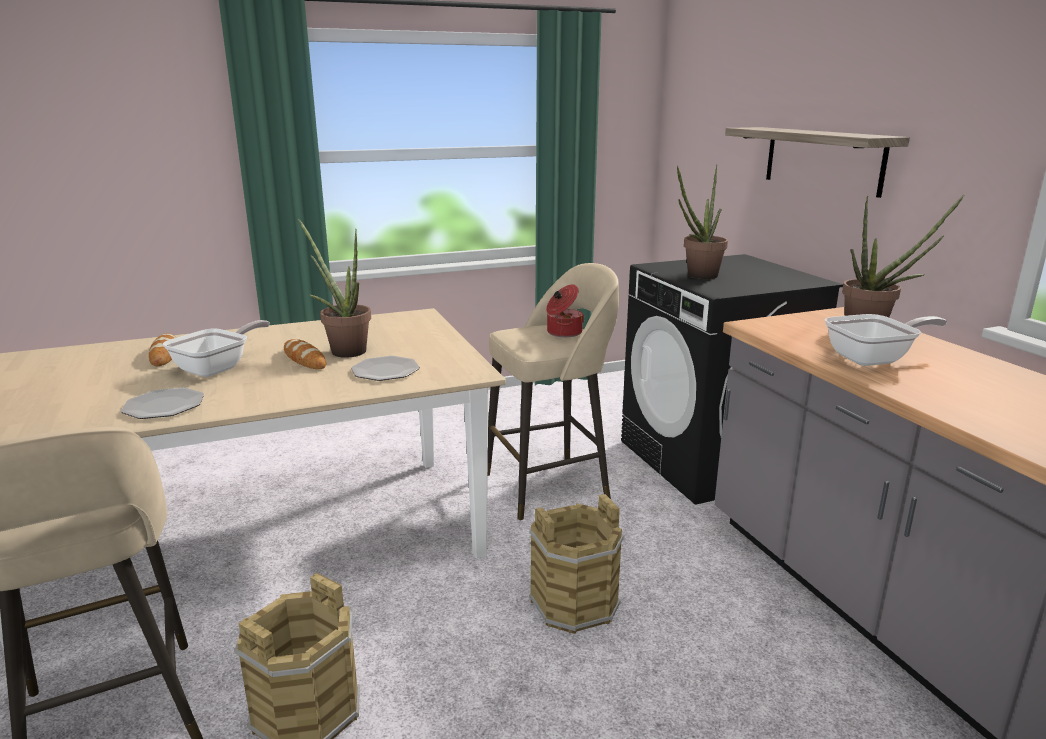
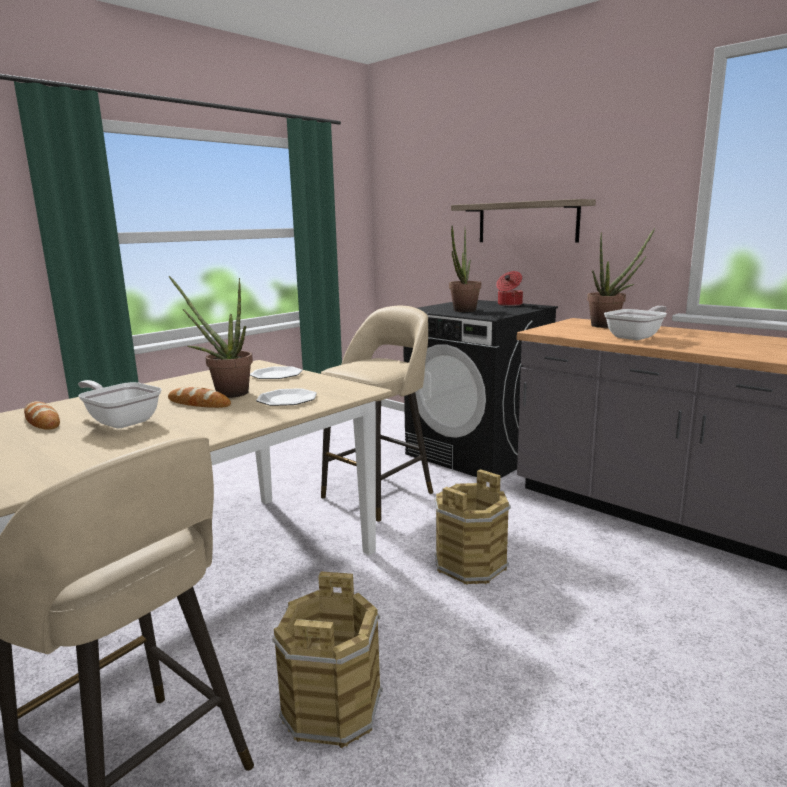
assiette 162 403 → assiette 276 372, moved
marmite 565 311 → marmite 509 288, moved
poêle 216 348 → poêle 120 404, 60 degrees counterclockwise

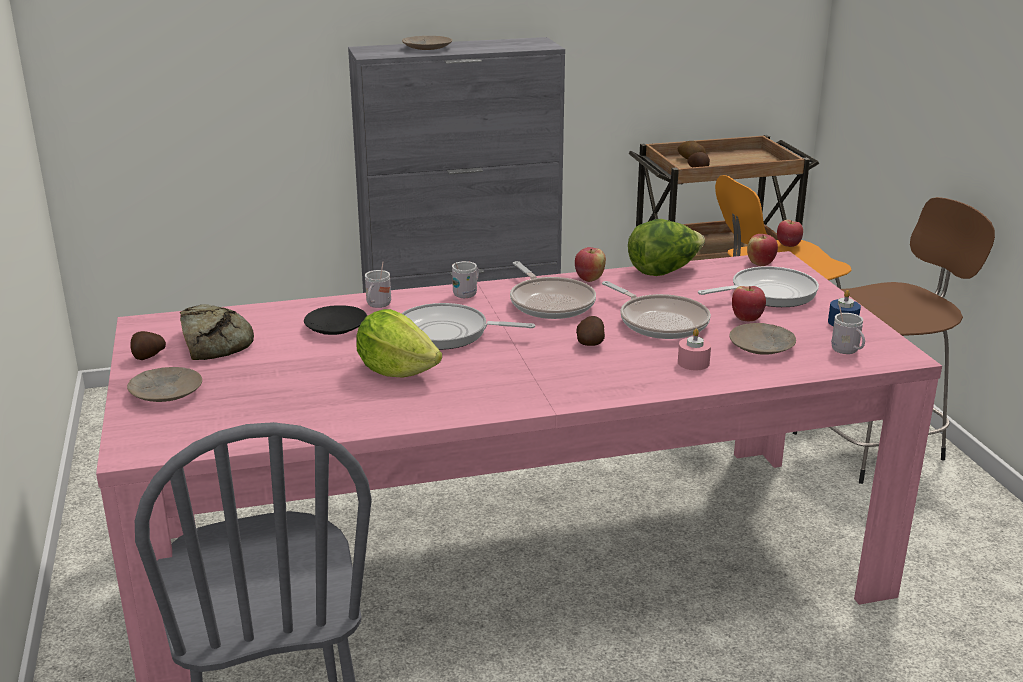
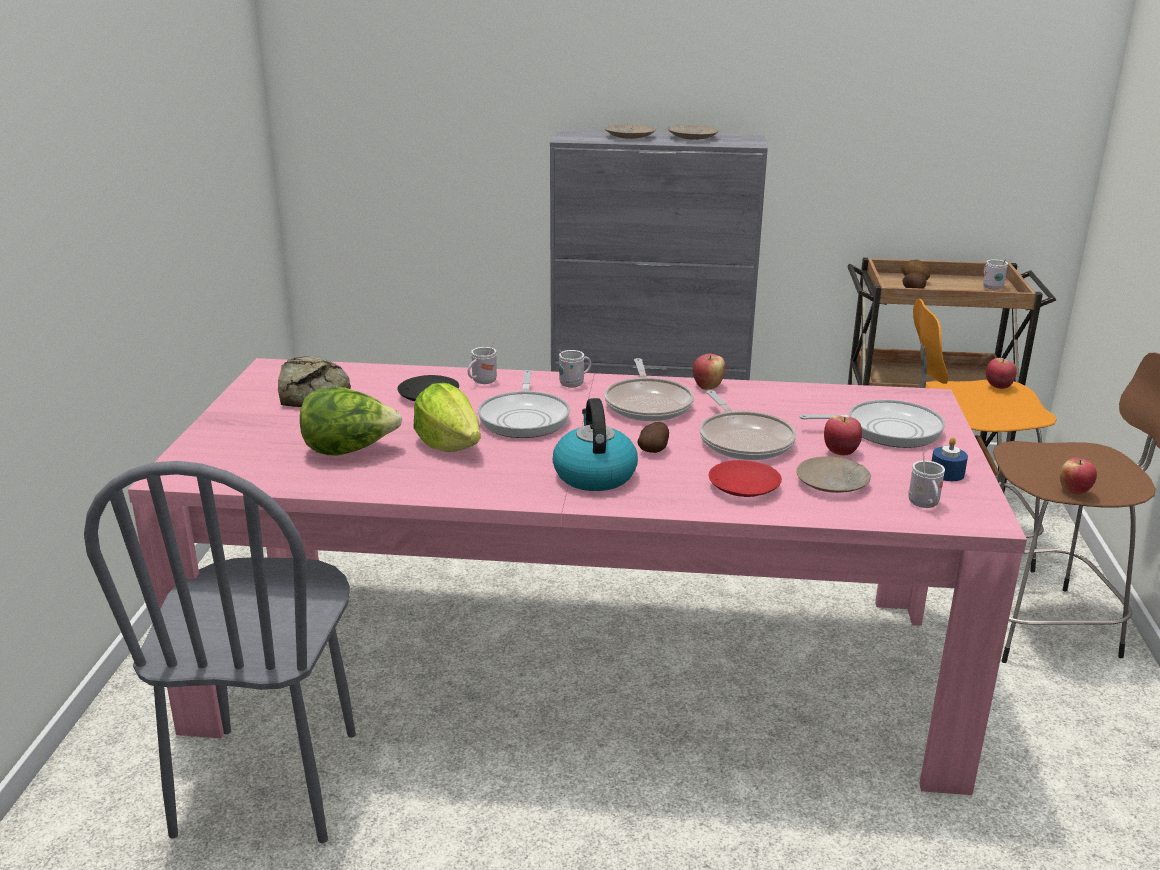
pomme de terre 148 345 → -
- → bouilloire 595 444
- → mug (blanc) 995 274
assiette (beige) 164 384 → assiette (beige) 693 132, moved
laitue 666 247 → laitue 351 421, moved
pomme 762 250 → pomme 1078 476, moved
bougie (rose) 694 349 → assiette (rouge) 745 478
poêle 468 326 → poêle 524 404, 120 degrees counterclockwise

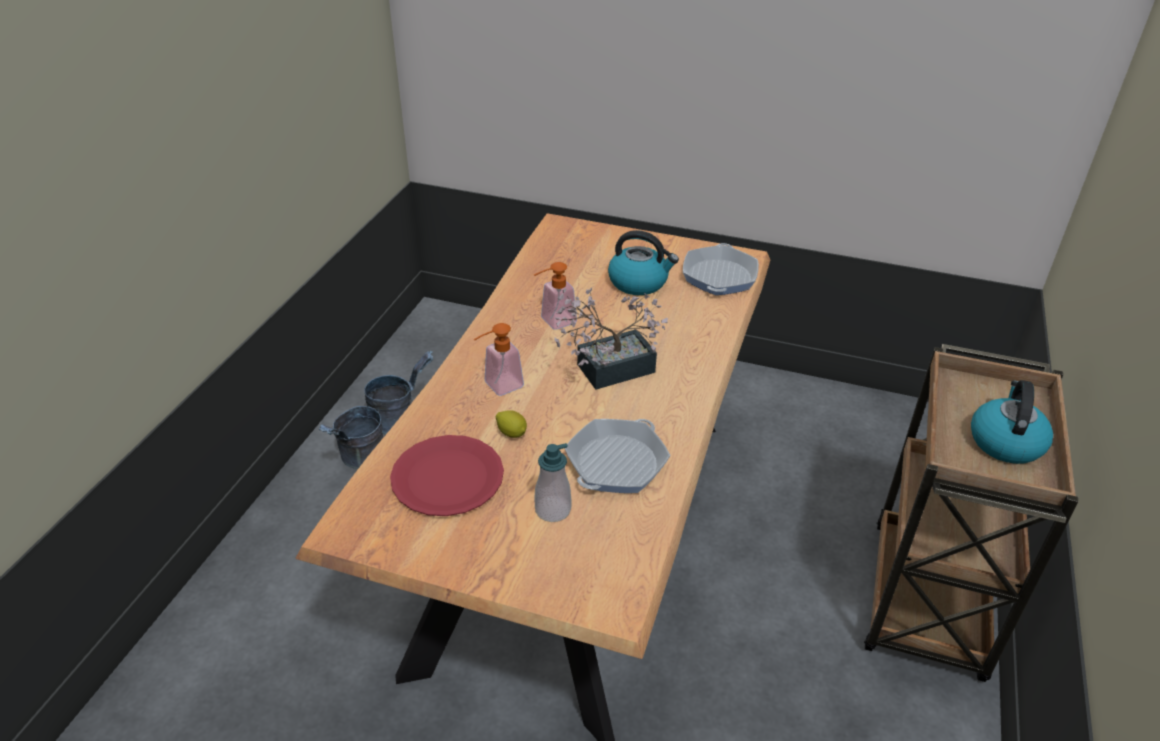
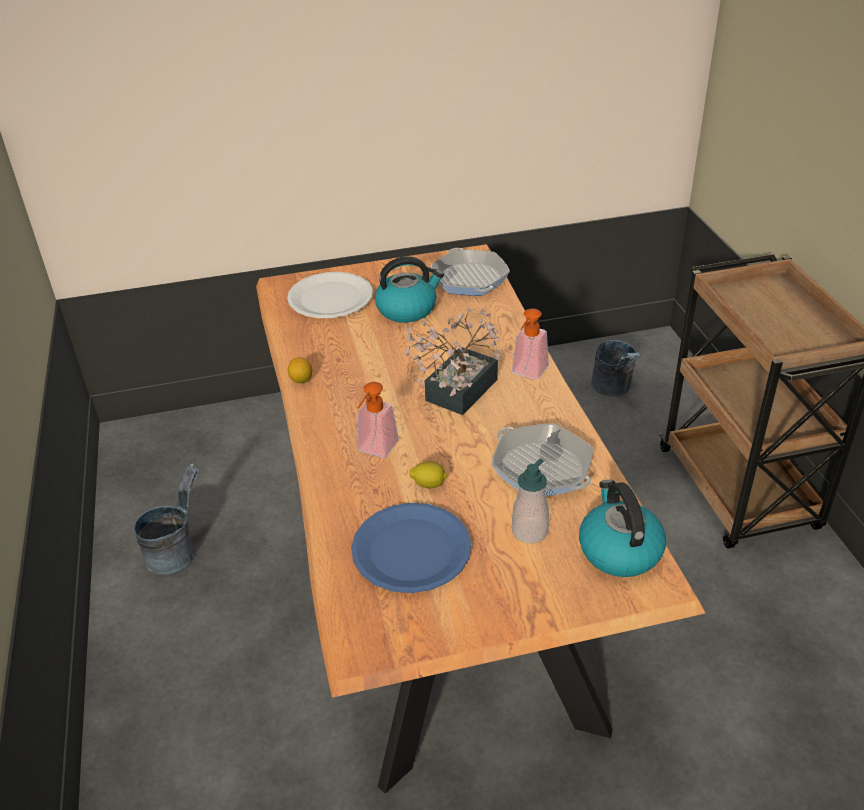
- → assiette (blanc) 330 295
- → citron 300 370
seau (gris) 351 437 → seau (gris) 616 368, moved
distributeur de savon 555 296 → distributeur de savon 530 343, moved
bouilloire 1012 422 → bouilloire 622 528, moved
assiette (rouge) 447 475 → assiette (bleu) 411 548
poêle 618 456 → poêle 542 459, 45 degrees counterclockwise

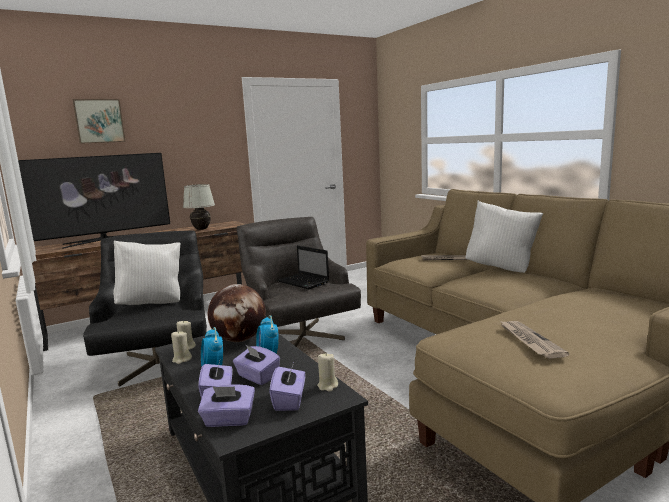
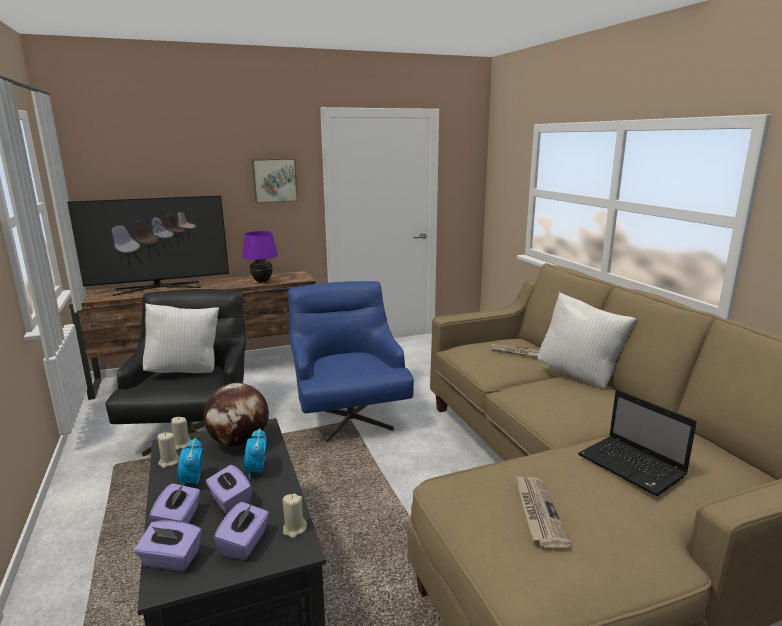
tableau 99 121 → tableau 275 180, moved
ordinateur portable 303 267 → ordinateur portable 637 443, moved
lampe de table (blanc) 199 207 → lampe de table (violet) 260 256
fauteuil (gris) 299 282 → fauteuil (bleu) 351 361

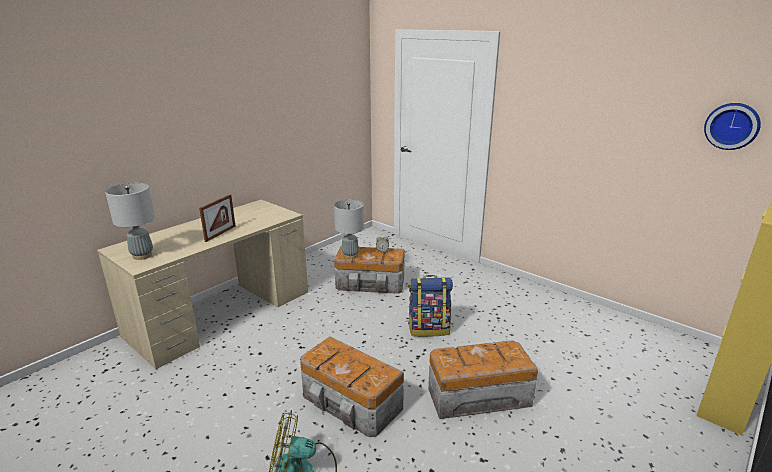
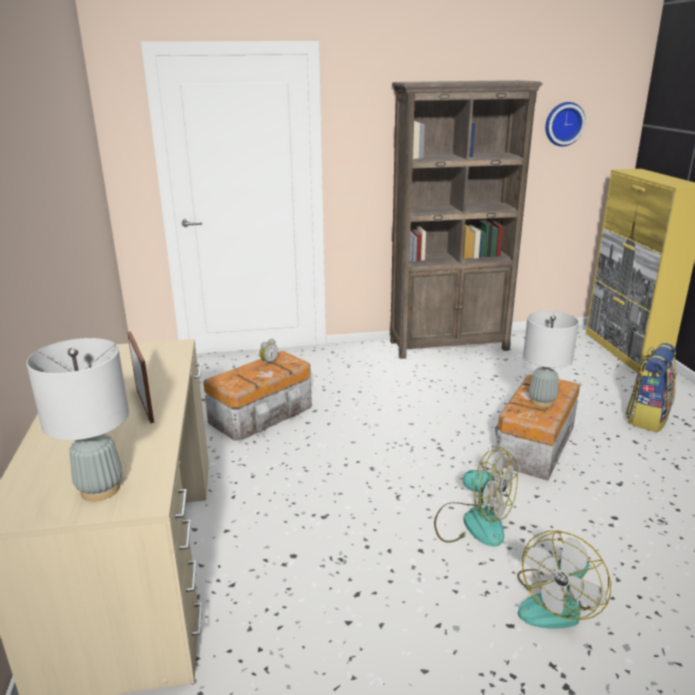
- → bibliothèque (marron) 466 219
lampe de table (gris) 349 229 → lampe de table (gris) 551 359, moved
sac à dos 430 306 → sac à dos 650 387, moved
boîte de rangement 352 386 → ventilateur 476 497

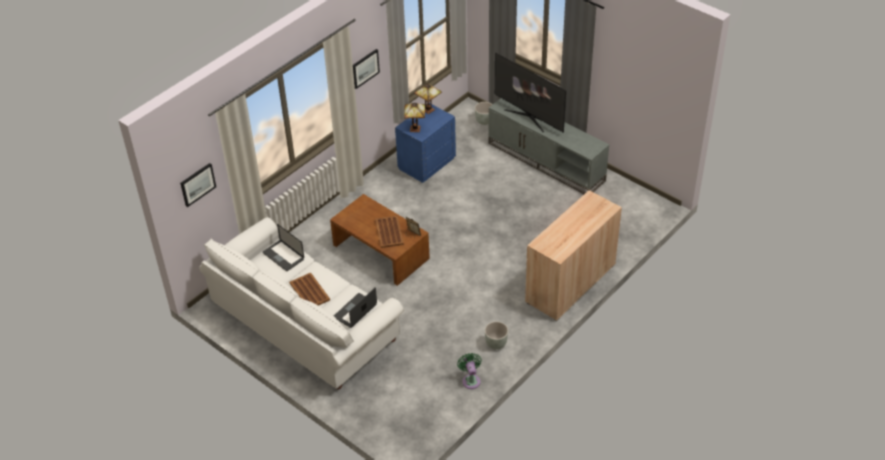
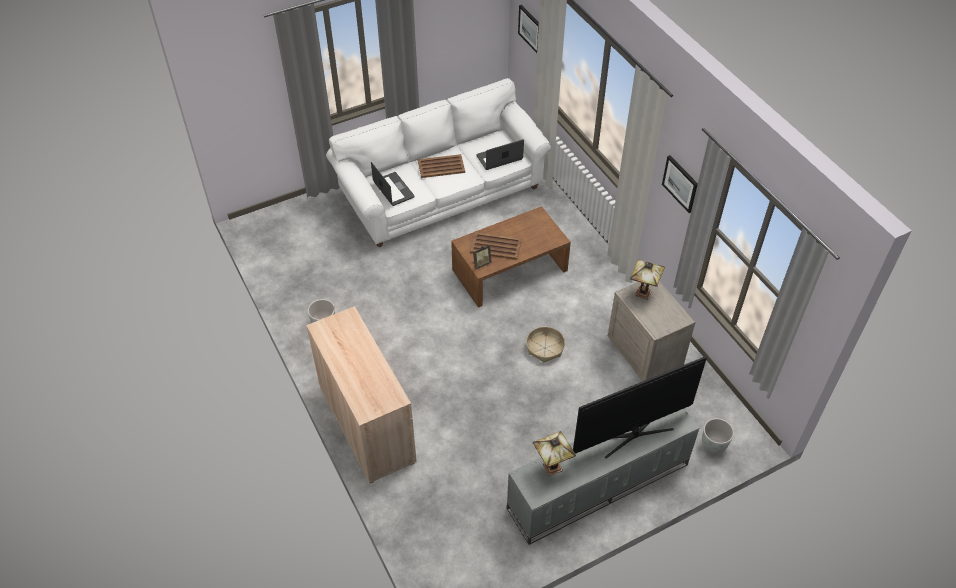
ventilateur (vert) 469 371 → -
- → panier 545 344
lampe de table 428 99 → lampe de table 554 453, moved
table de chevet (bleu) 425 143 → table de chevet (beige) 651 331

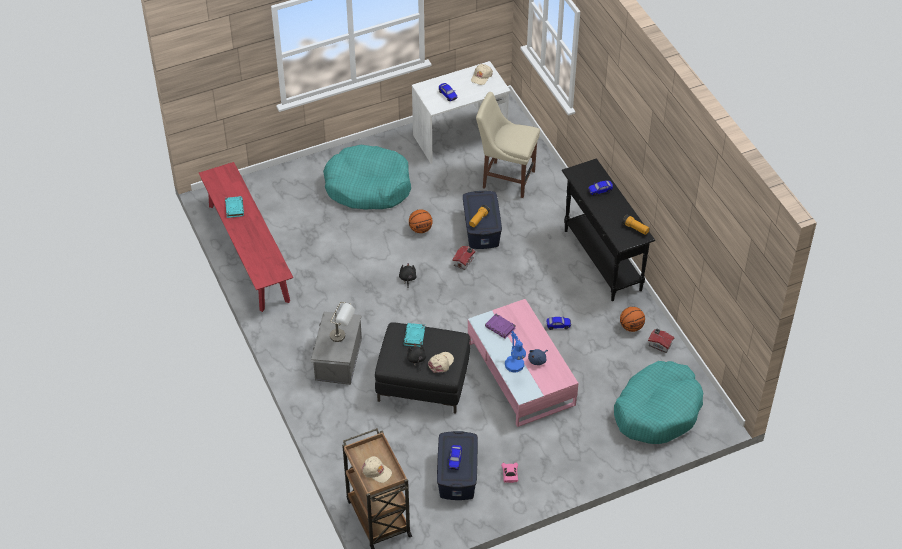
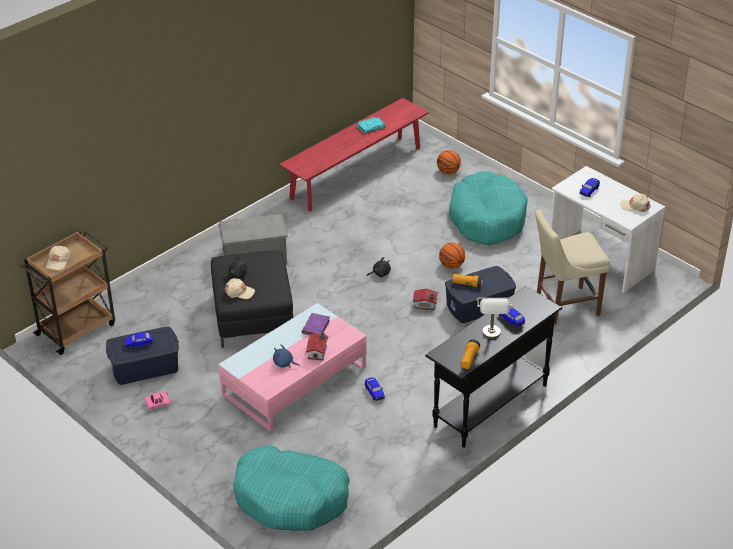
livre (turquoise) 414 335 → -
lampe de table (bleu) 515 351 → -
lampe de table (gris) 342 322 → lampe de table (gris) 495 318, moved
ballon de basket 632 319 → ballon de basket 449 162, moved
maison miniature 661 340 → maison miniature 317 346, moved
chaise (beige) 508 145 → chaise (beige) 572 267, 105 degrees counterclockwise

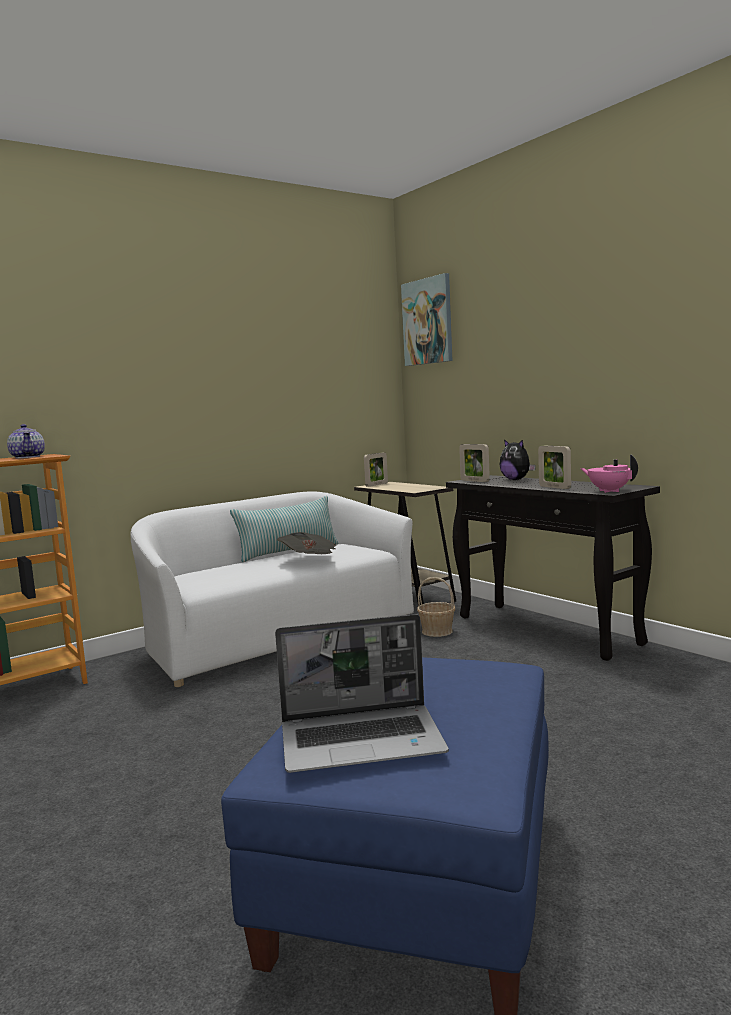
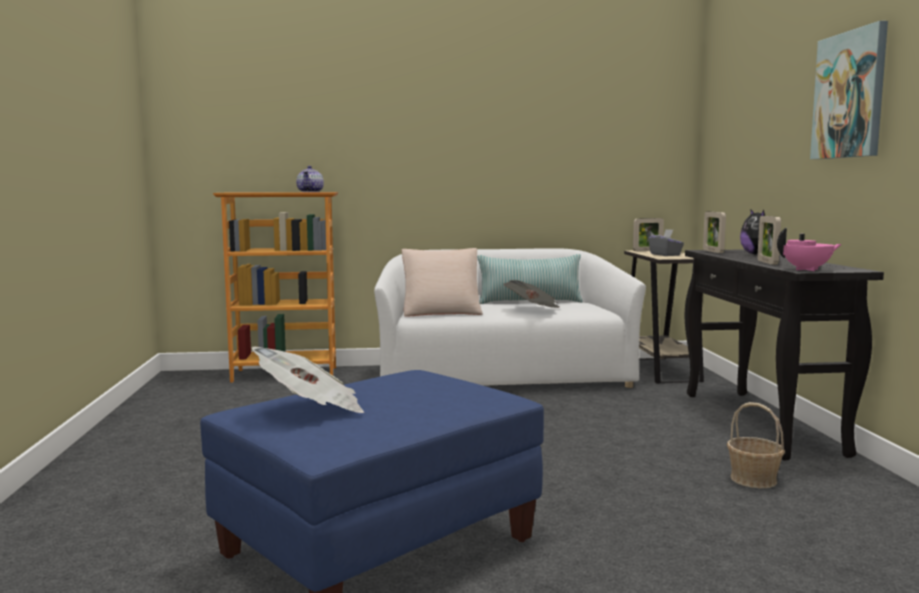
- → coussin (beige) 442 282
- → boîte à mouchoirs (gris) 666 242
tableau 427 319 → tableau 849 90, moved
panier 436 607 → panier 756 445, moved
ordinateur portable 362 693 → journal 307 380
théière (rose) 609 474 → théière (rose) 809 249, 90 degrees clockwise

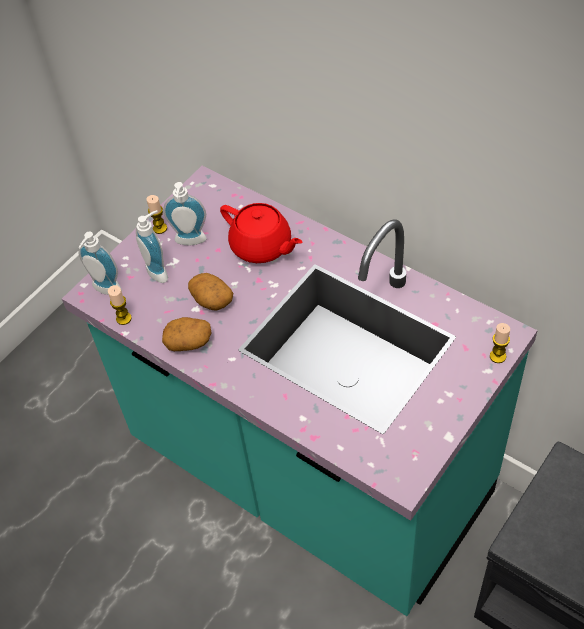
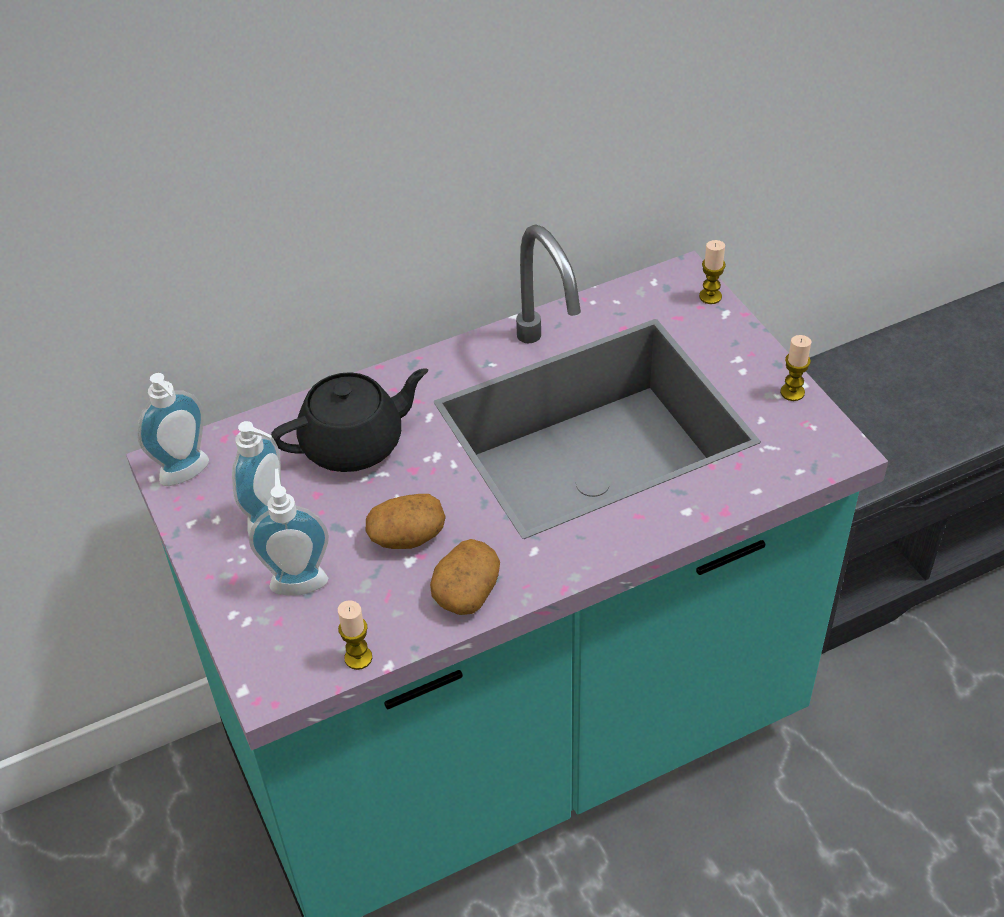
distributeur de savon 100 263 → distributeur de savon 173 429, moved
bougie 156 214 → bougie 796 368, moved
théière (rouge) 261 233 → théière (noir) 349 420

